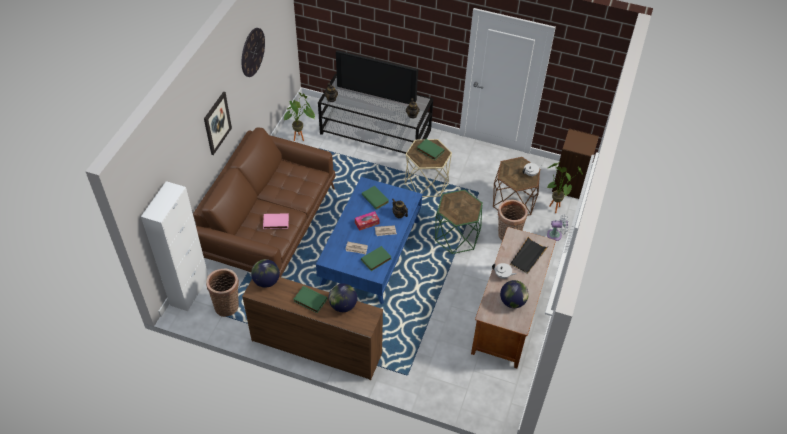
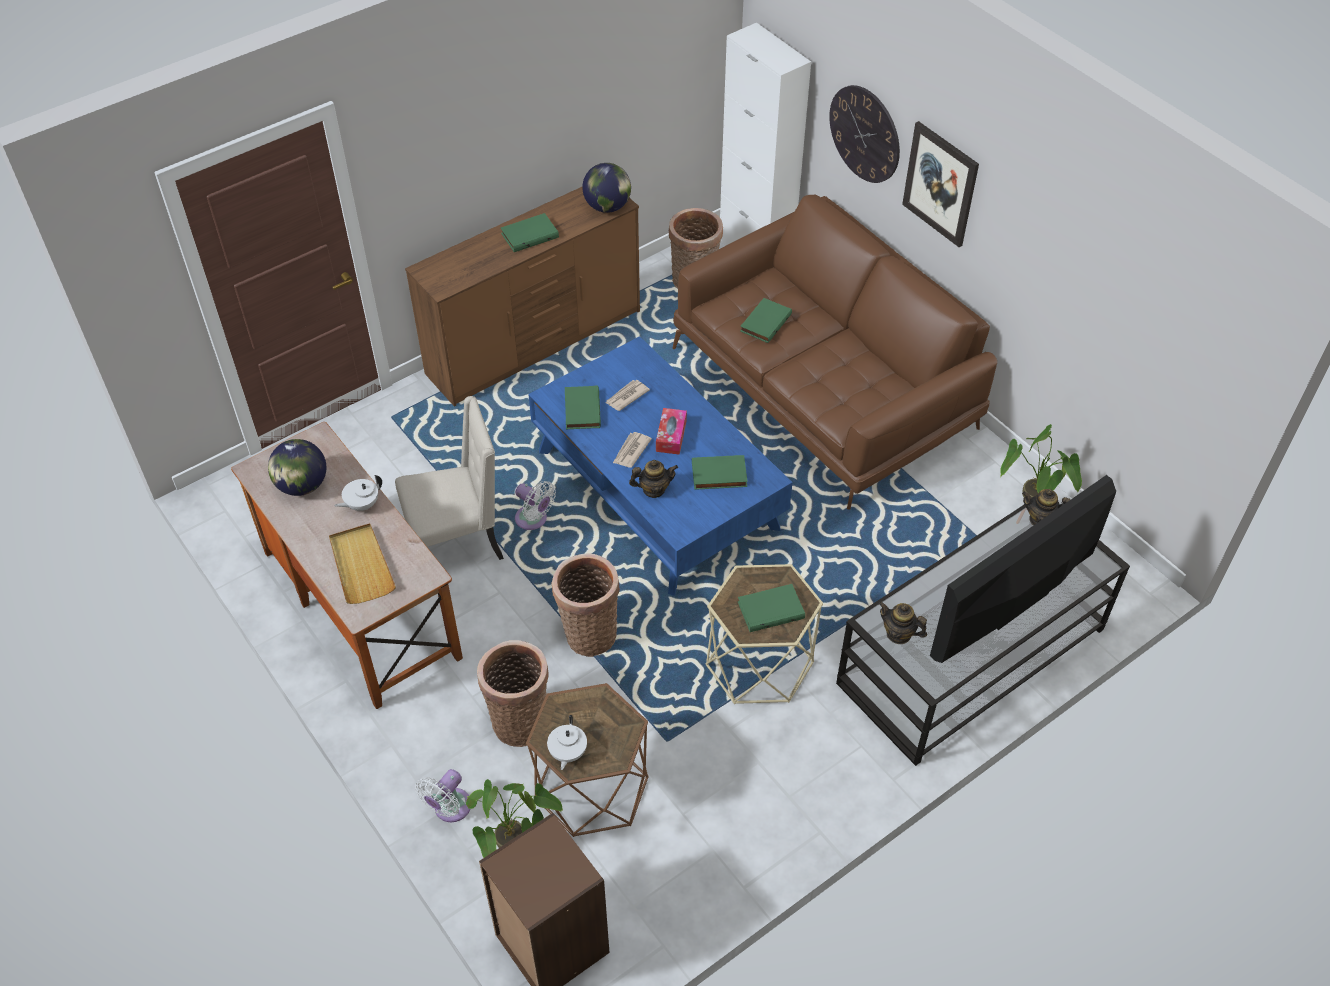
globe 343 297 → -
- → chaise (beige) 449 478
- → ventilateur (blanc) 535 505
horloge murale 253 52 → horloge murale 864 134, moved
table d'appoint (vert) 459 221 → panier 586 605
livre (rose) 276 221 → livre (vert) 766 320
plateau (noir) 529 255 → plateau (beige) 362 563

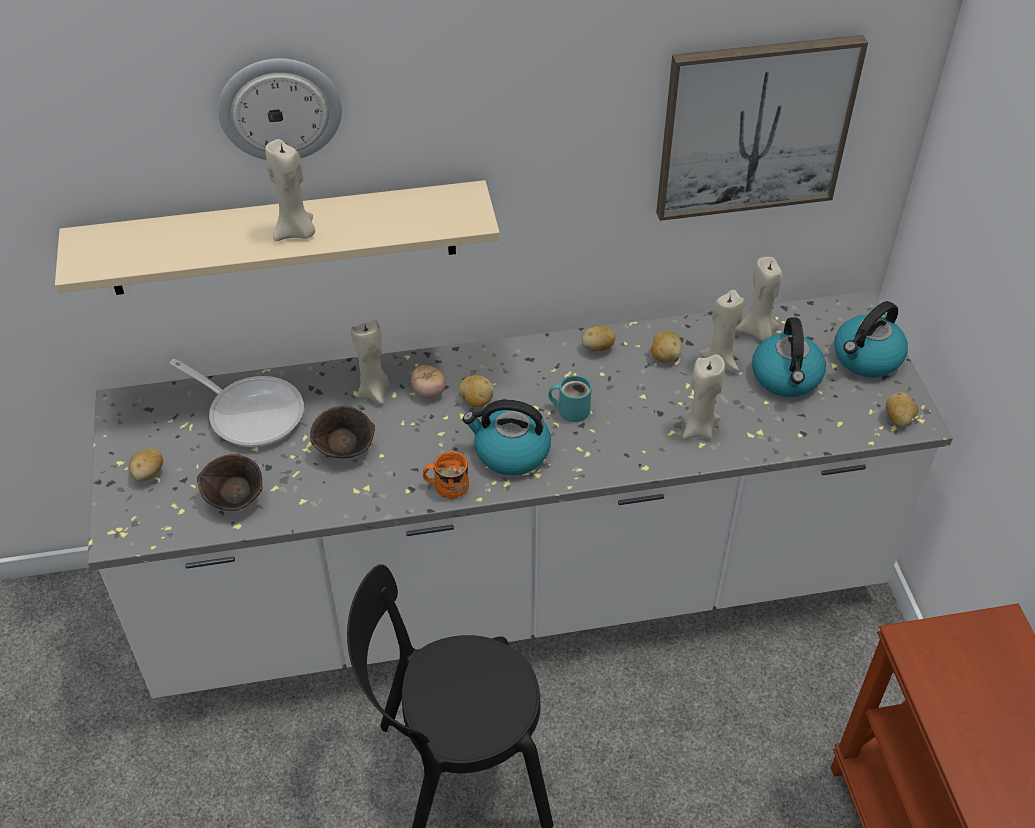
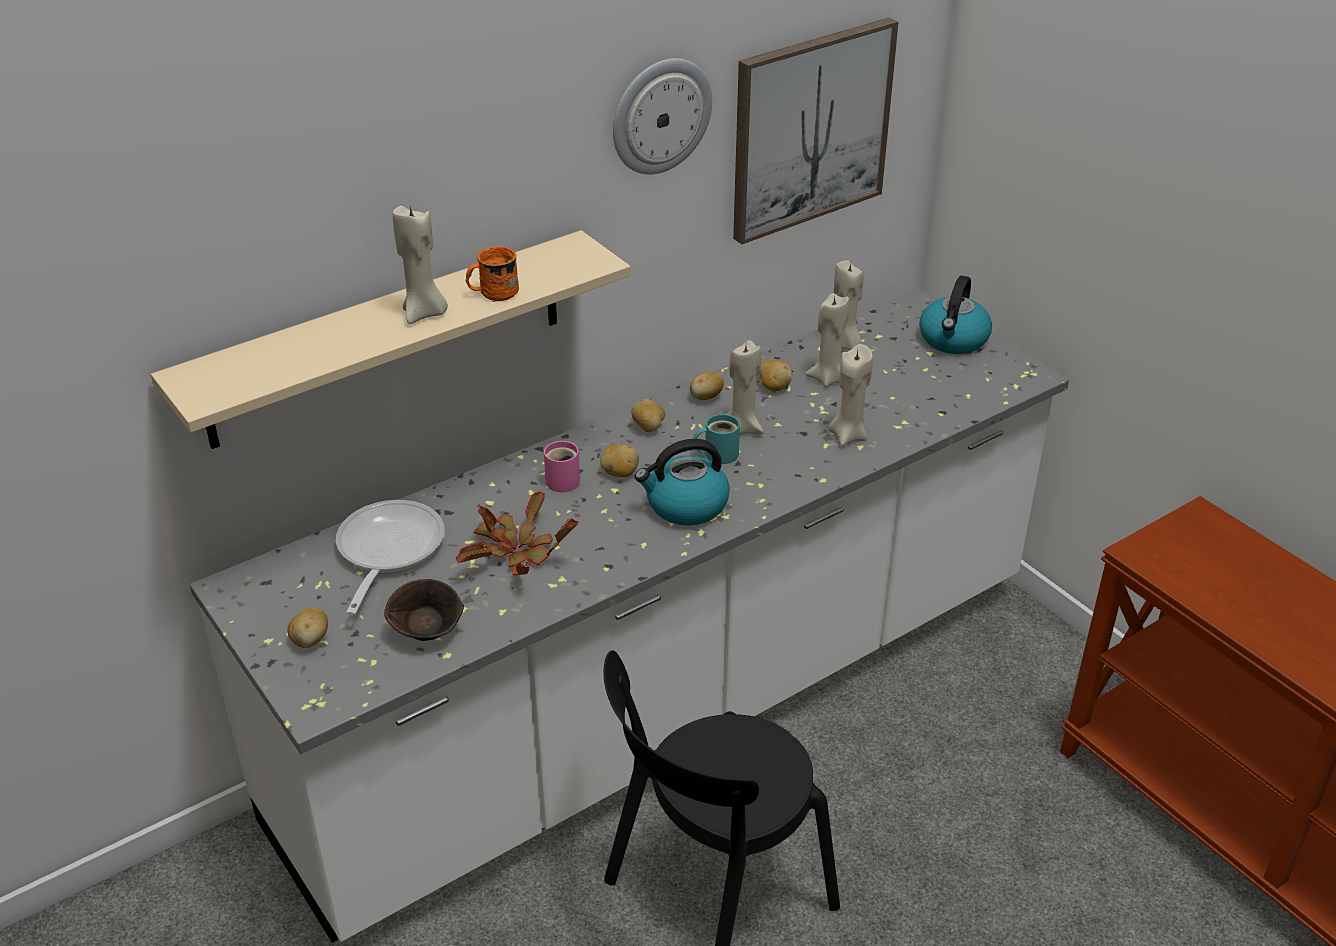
bouilloire 789 357 → -
horloge murale 280 109 → horloge murale 662 116, moved
bougie (beige) 370 362 → bougie (beige) 745 387, moved
mug (orange) 446 475 → mug (orange) 492 274, moved
pomme de terre 902 409 → pomme de terre 648 415, moved
bol (marron) 342 432 → plante en pot 517 532
tomate 428 381 → mug (rose) 562 466
poêle 237 403 → poêle 390 557, 90 degrees counterclockwise

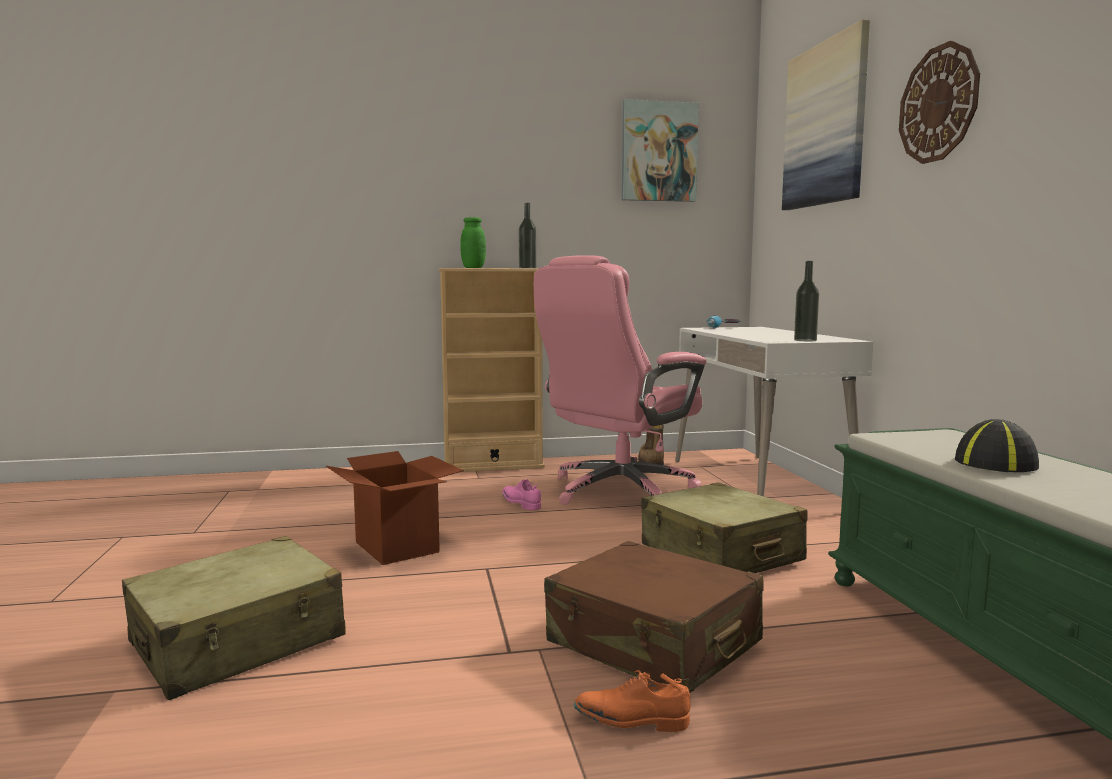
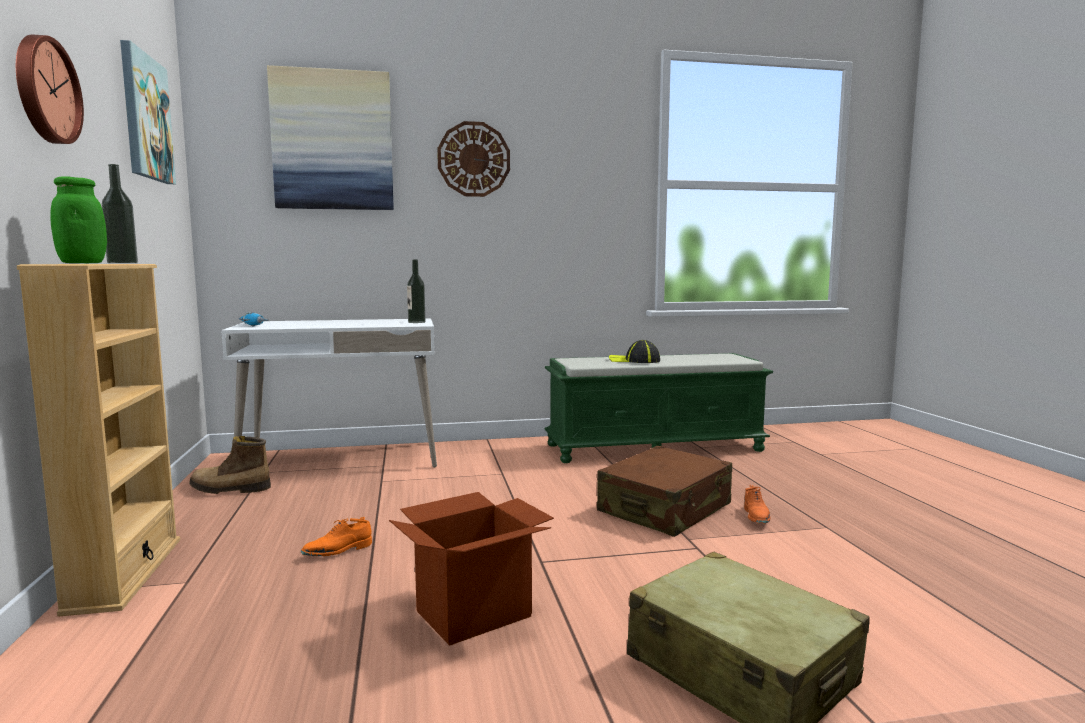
chaise de bureau (rose) 620 380 → -
valise (beige) 724 528 → -
- → horloge murale 50 89
chaussure (rose) 521 494 → chaussure (orange) 336 536

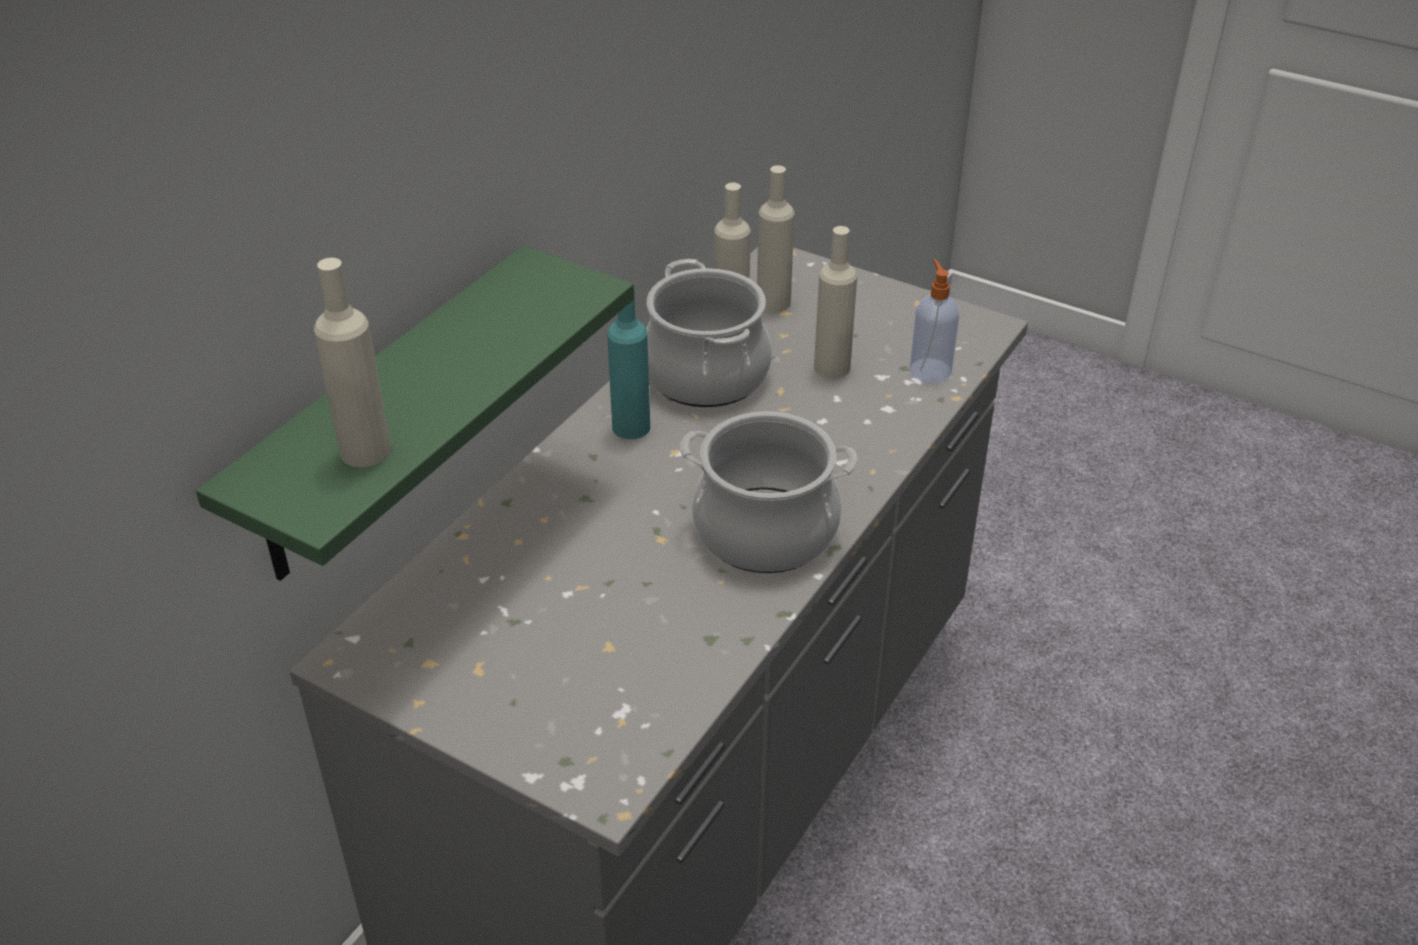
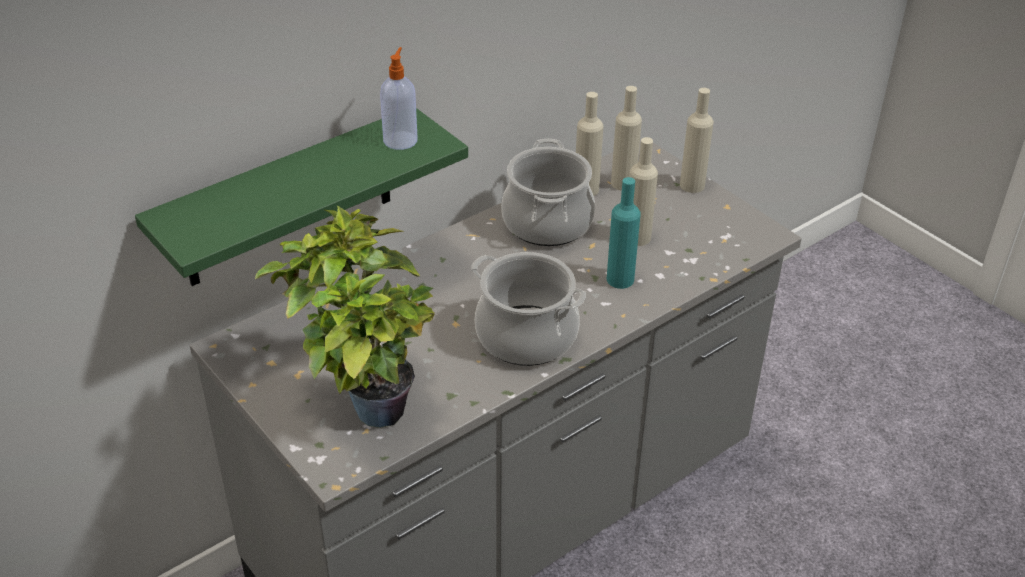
- → plante en pot 345 317
bouteille (beige) 352 362 → bouteille (beige) 697 140, moved
bouteille (turquoise) 628 367 → bouteille (turquoise) 624 233, moved
distributeur de savon 934 321 → distributeur de savon 399 98, moved

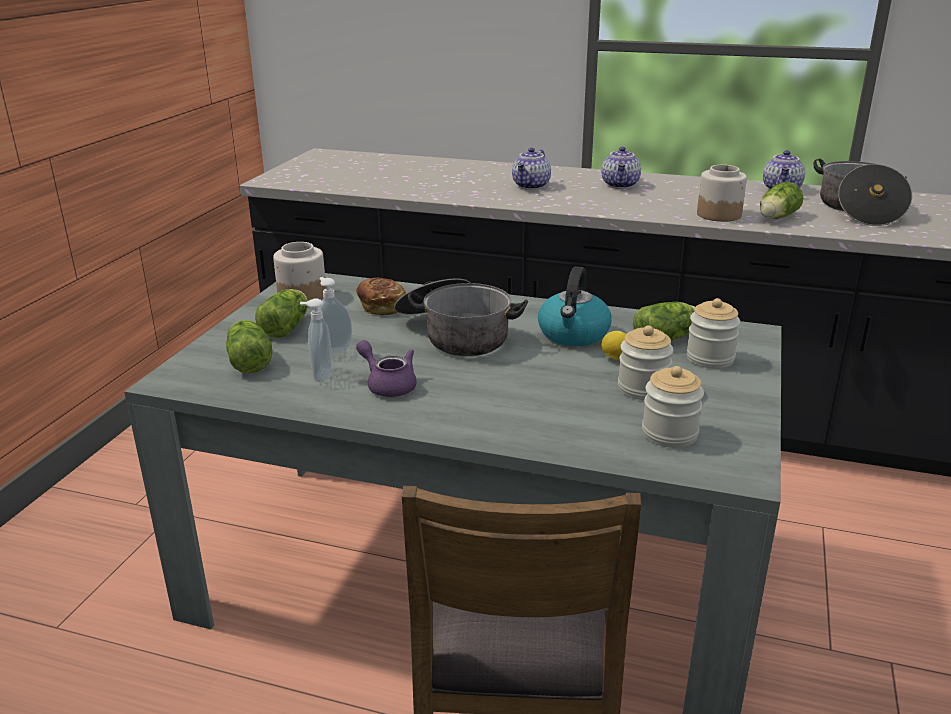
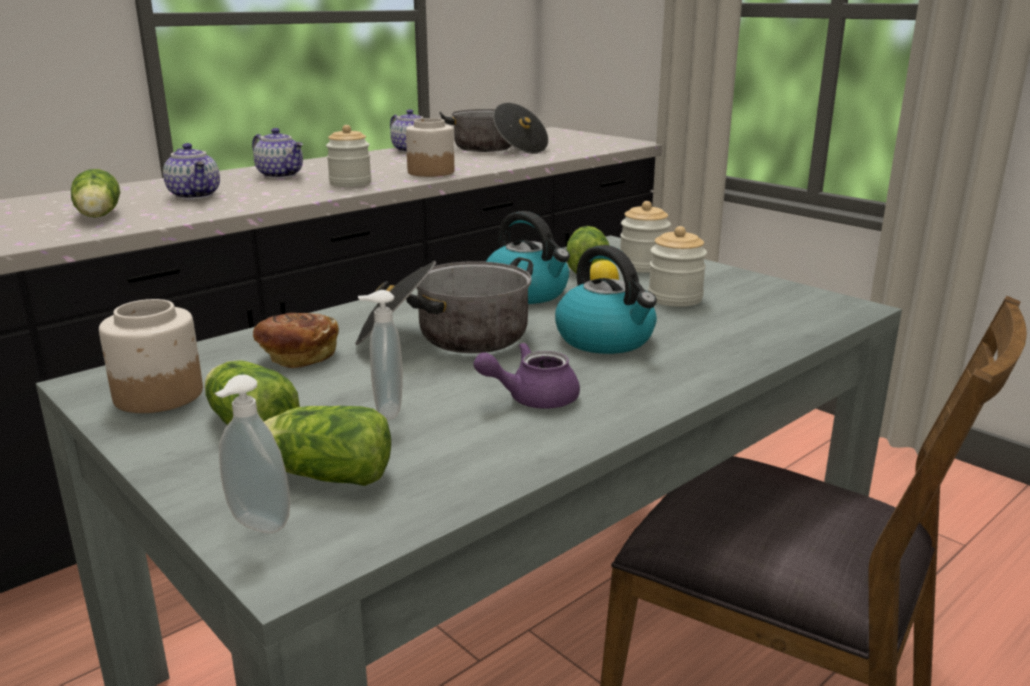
- → bouilloire 606 299
distributeur de savon 315 340 → distributeur de savon 252 454, moved
bocal 673 407 → bocal 348 156, moved
laitue 782 200 → laitue 95 193, moved

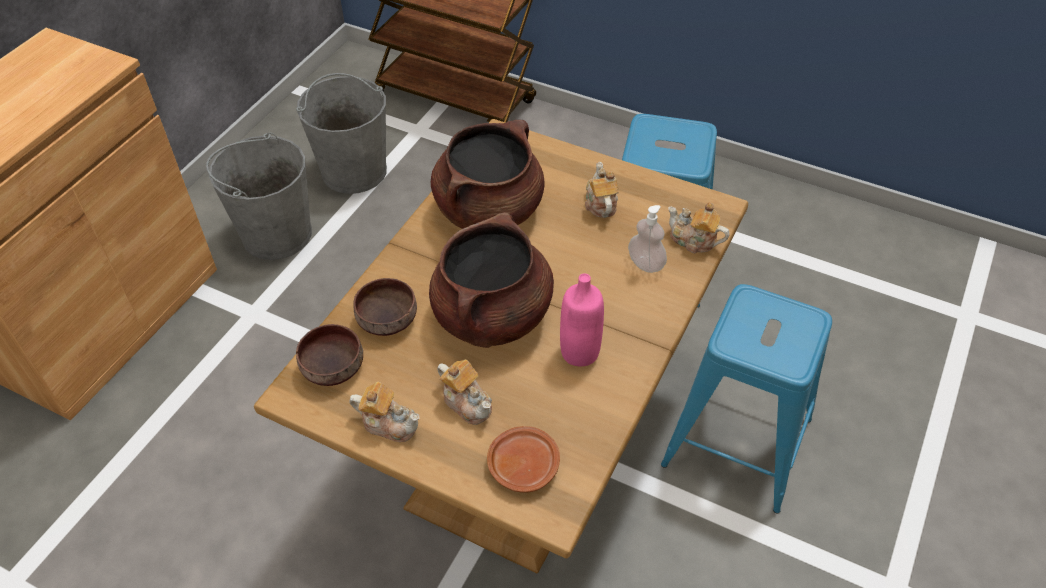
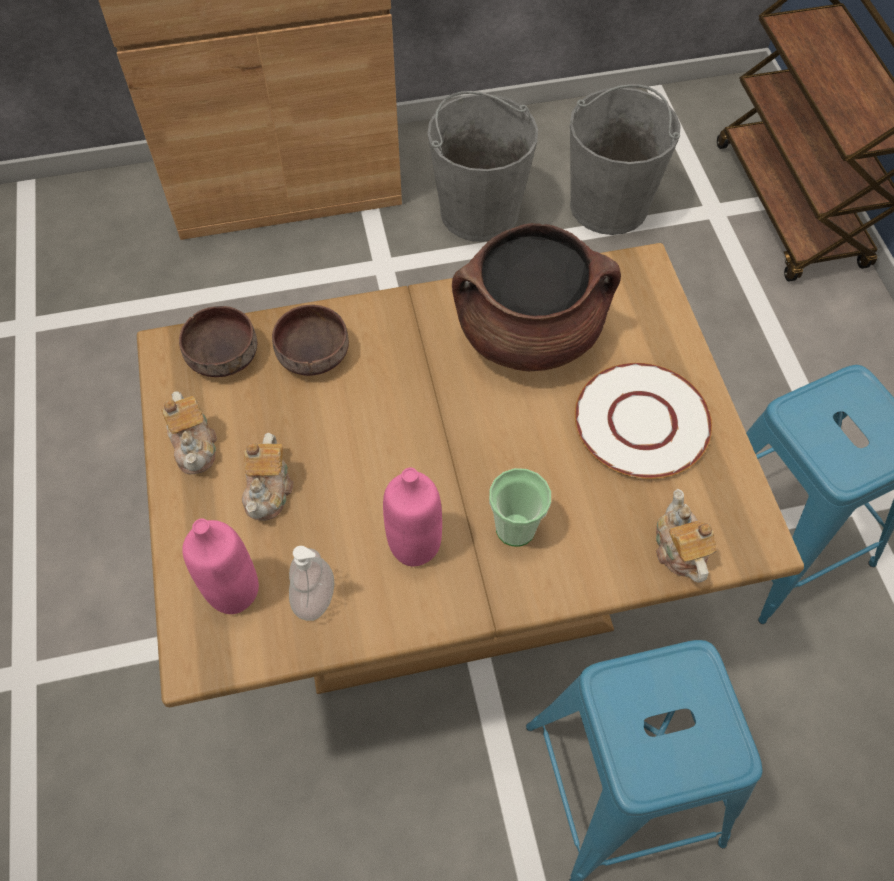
marmite (marron) 491 280 → -
- → tasse 520 507
distributeur de savon 647 239 → distributeur de savon 311 583, moved
assiette (marron) 523 459 → bouteille (rose) 220 566
théière 602 190 → assiette (blanc) 643 421

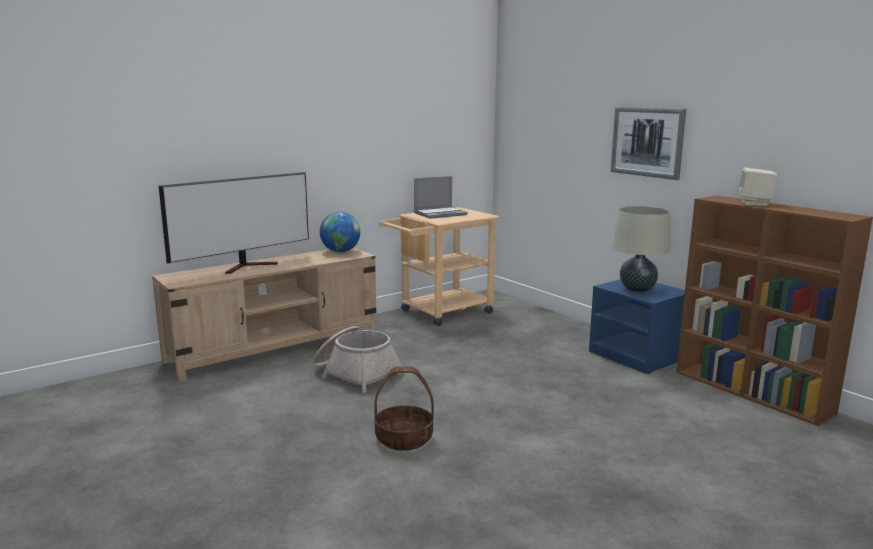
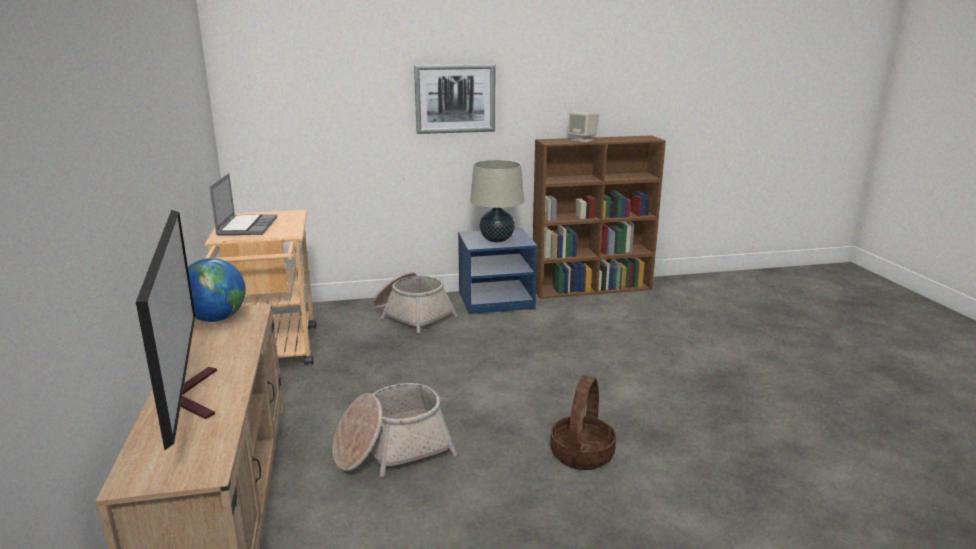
- → panier 415 302

